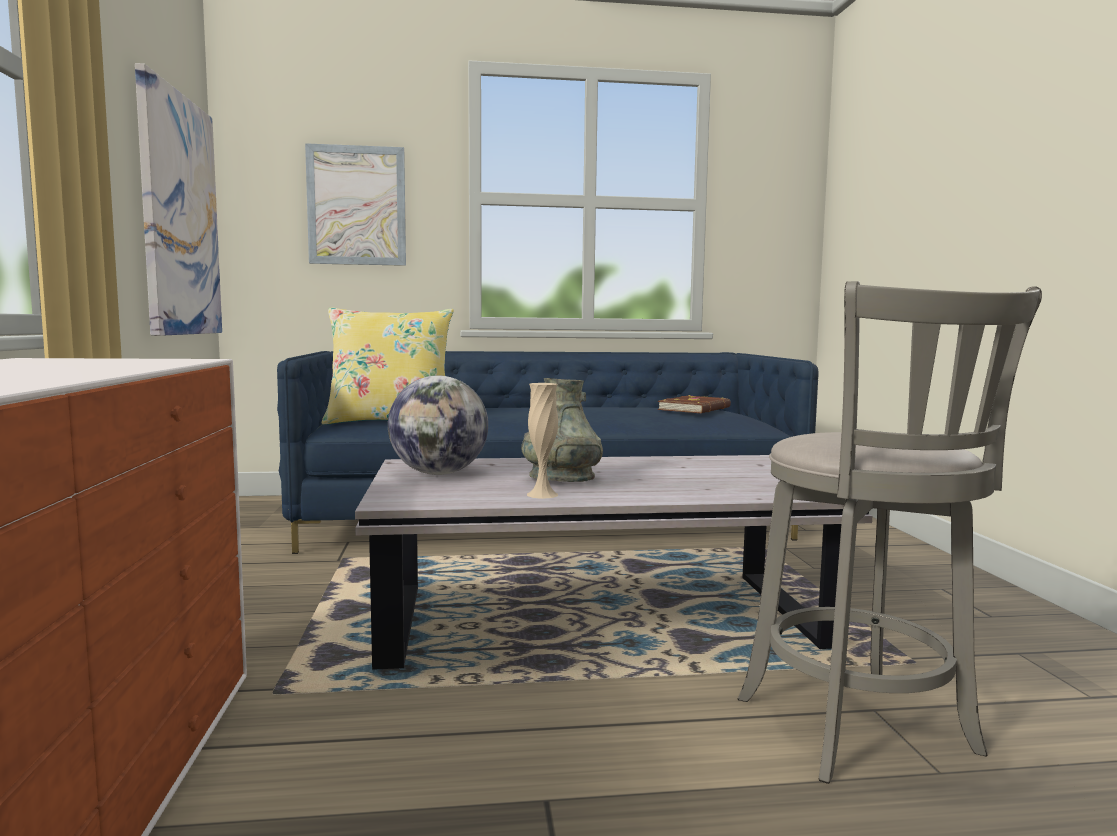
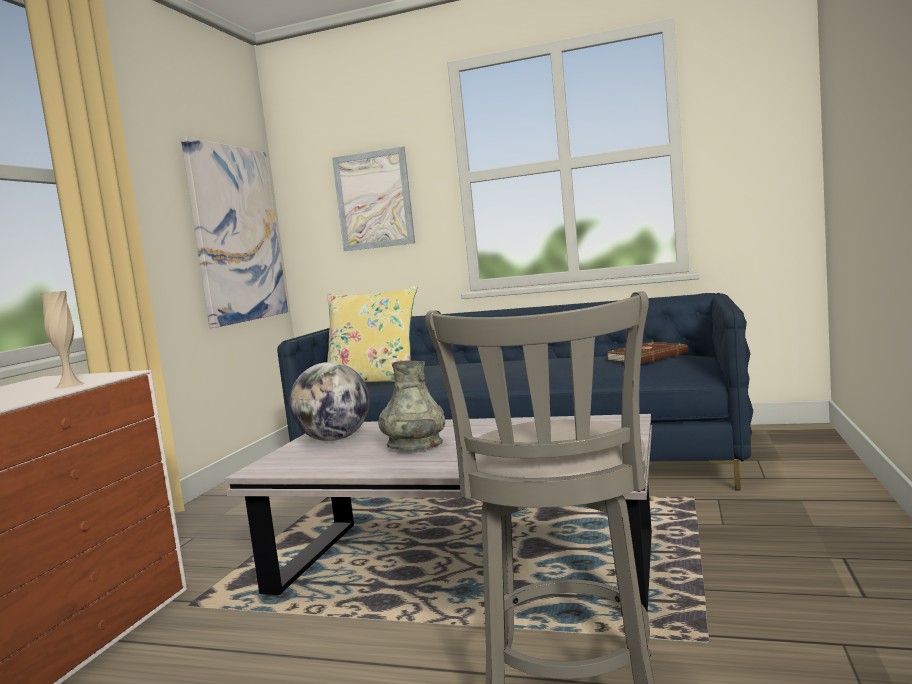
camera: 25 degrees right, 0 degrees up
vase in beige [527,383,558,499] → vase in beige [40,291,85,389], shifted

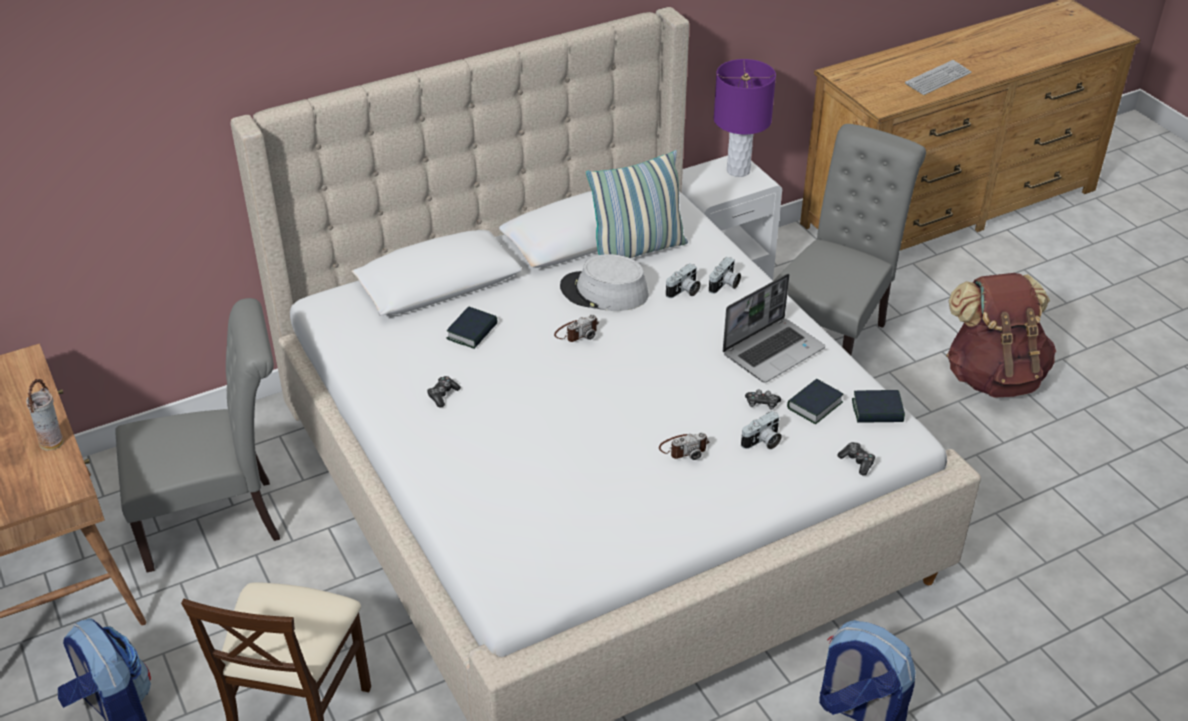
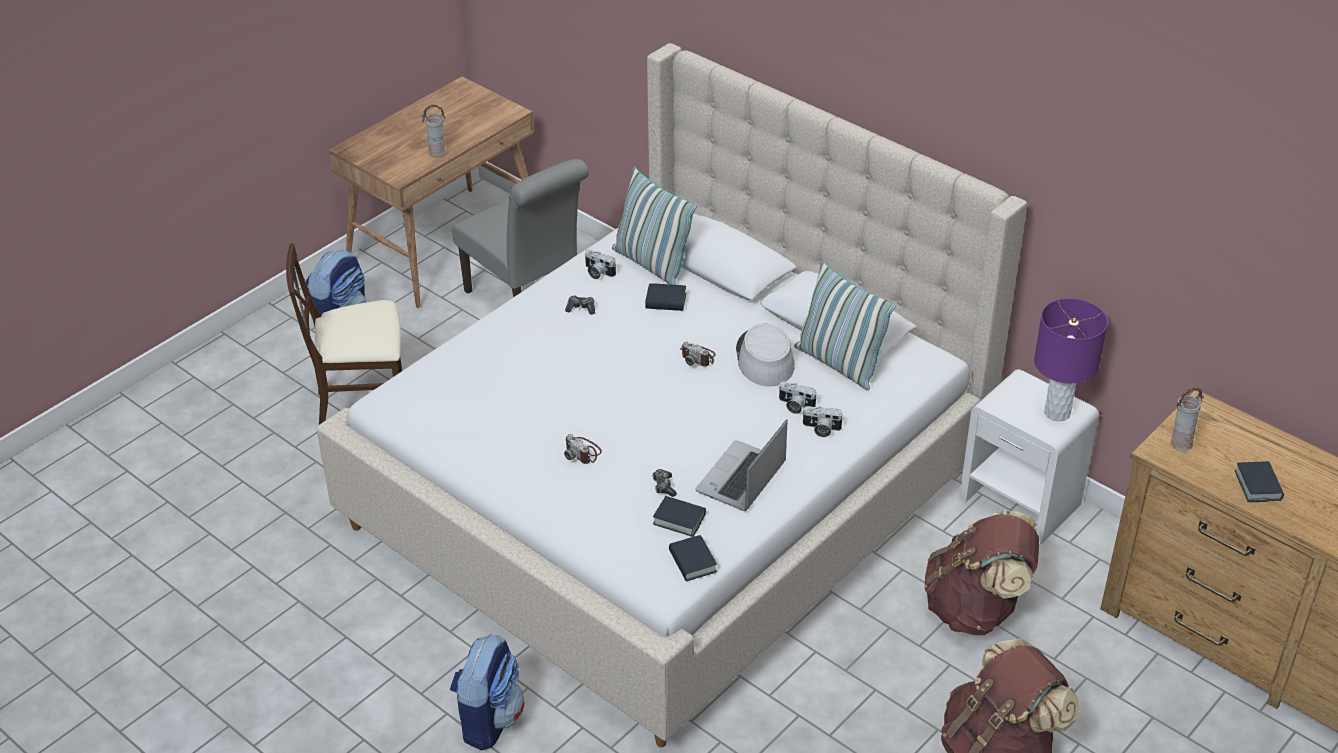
camera: 70 degrees right, 0 degrees up
photo camera [741,411,782,449] → photo camera [585,249,616,279], shifted
- → pillow [612,167,697,285]
laptop [723,274,825,383] → laptop [696,419,788,511], 90 degrees clockwise
chair in grey [774,124,926,356] → backpack in brown [924,510,1039,635]
- → vase [1171,387,1204,451]
keyboard [905,60,971,95] → book [1235,461,1284,502]
game controller [838,442,875,475] → -

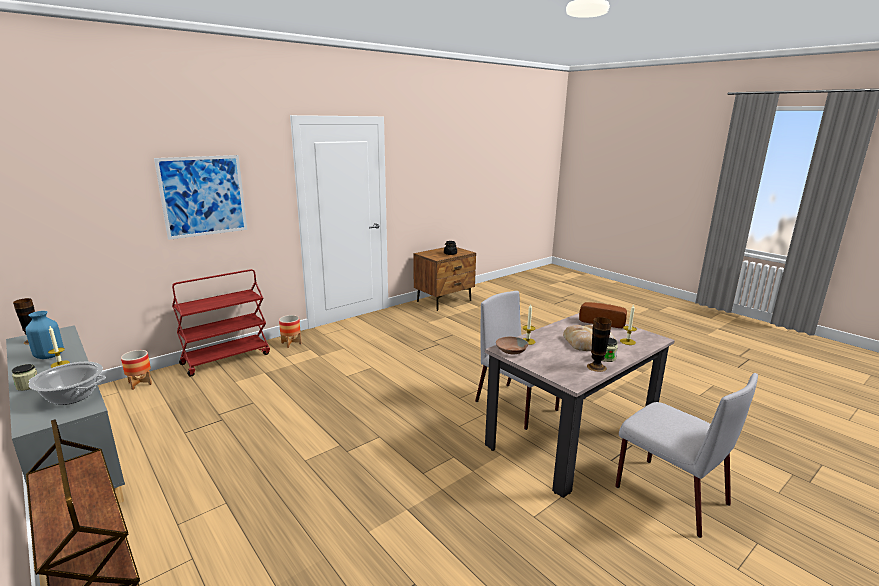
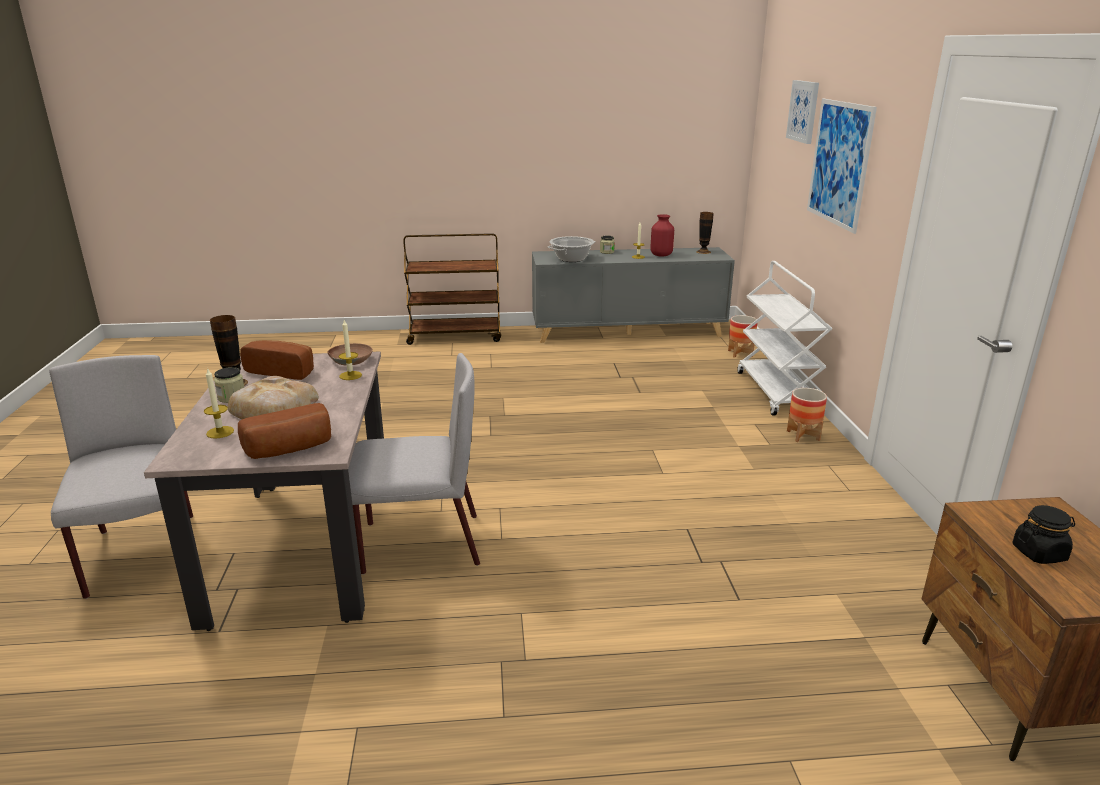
camera: 125 degrees right, 5 degrees up
chair in grey [615,373,758,538] → chair in grey [49,355,193,599], 75 degrees clockwise
- → bread [240,340,314,380]
vase in blue [25,311,64,359] → vase in red [651,214,674,257]
cart in red [172,269,270,377] → cart in white [737,261,832,415]
- → picture [786,80,819,144]

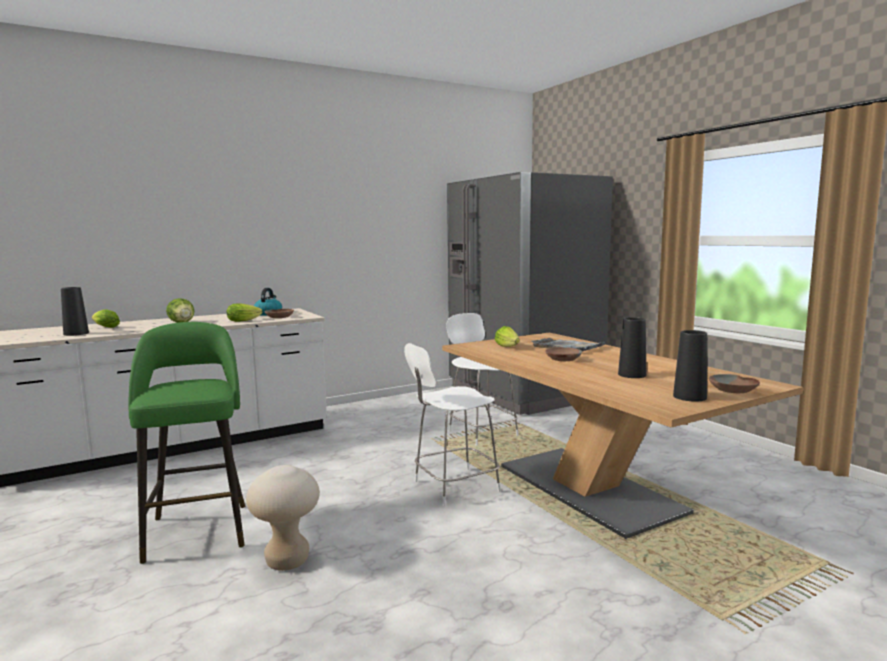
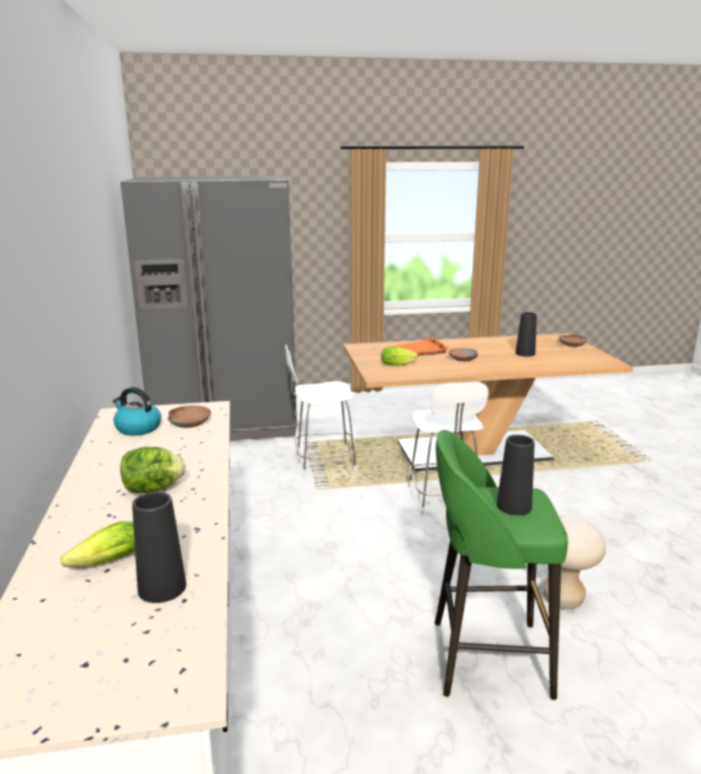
camera: 70 degrees left, 10 degrees up
tray in grey [532,338,605,352] → tray in orange [395,337,449,356]
vase in black [673,330,707,402] → vase in black [497,435,535,515], shifted
lettuce [227,304,262,322] → -

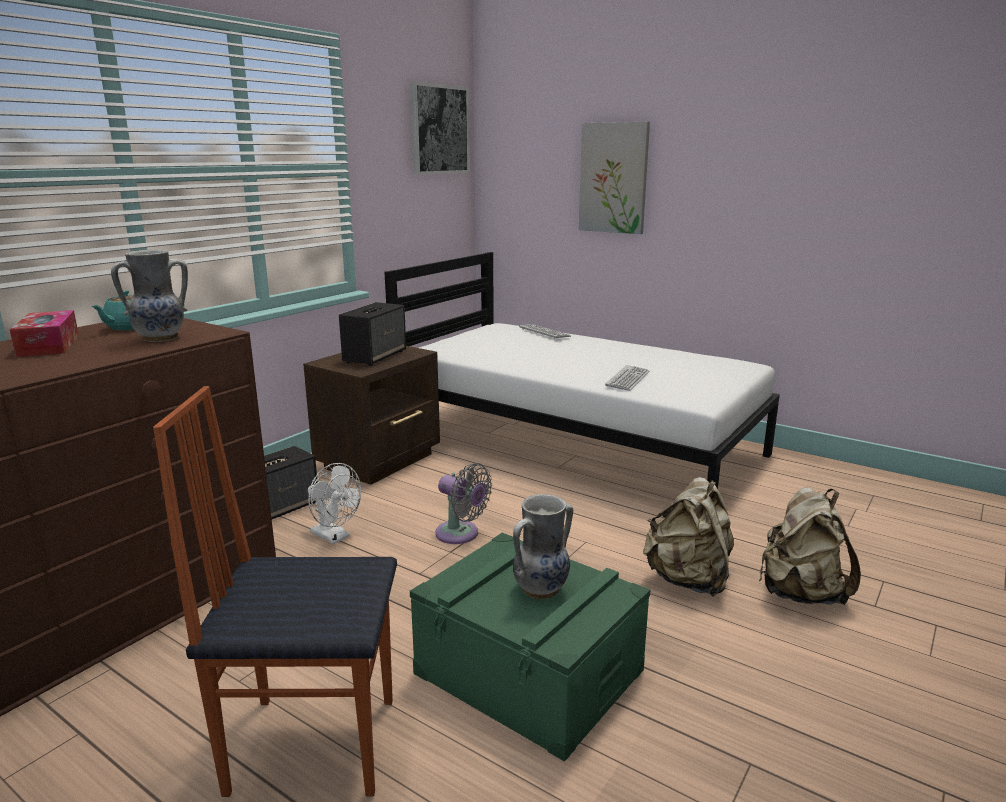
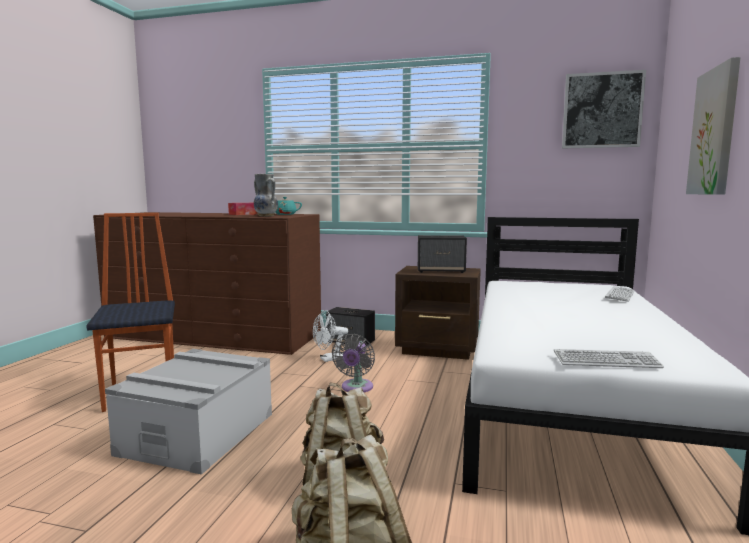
camera: 70 degrees right, 10 degrees down
storage box in green [410,533,651,762] → storage box in grey [105,349,272,475]
fan in white [308,463,361,544] → fan in white [313,310,348,362], 45 degrees clockwise
keyboard [605,365,649,391] → keyboard [554,349,664,368], shifted
vase [513,494,573,599] → -

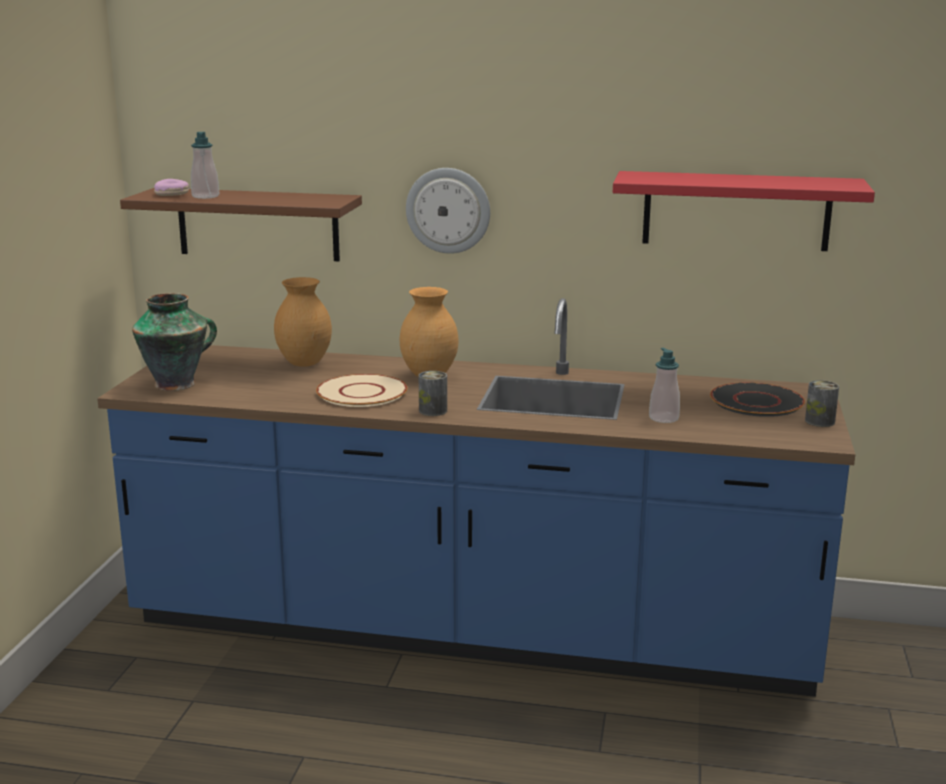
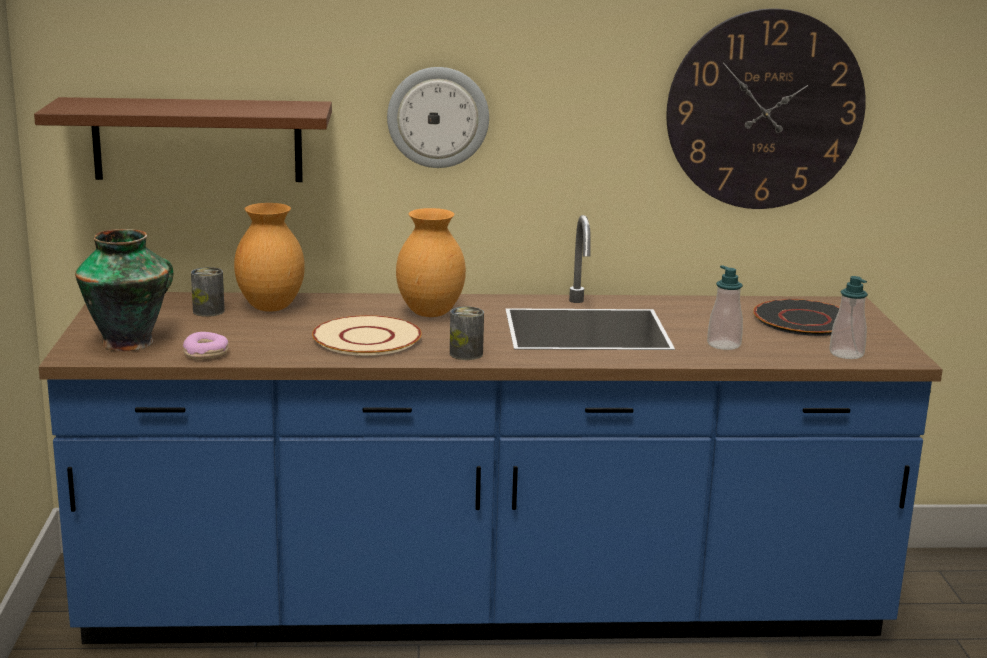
camera: 15 degrees left, 0 degrees up
donut [154,179,189,196] → donut [183,332,229,359], shifted
can [805,380,839,427] → can [191,267,225,317], shifted
shelf in red [613,171,875,251] → wall clock [666,9,866,209]
soap dispenser [191,132,219,199] → soap dispenser [829,276,868,359], shifted

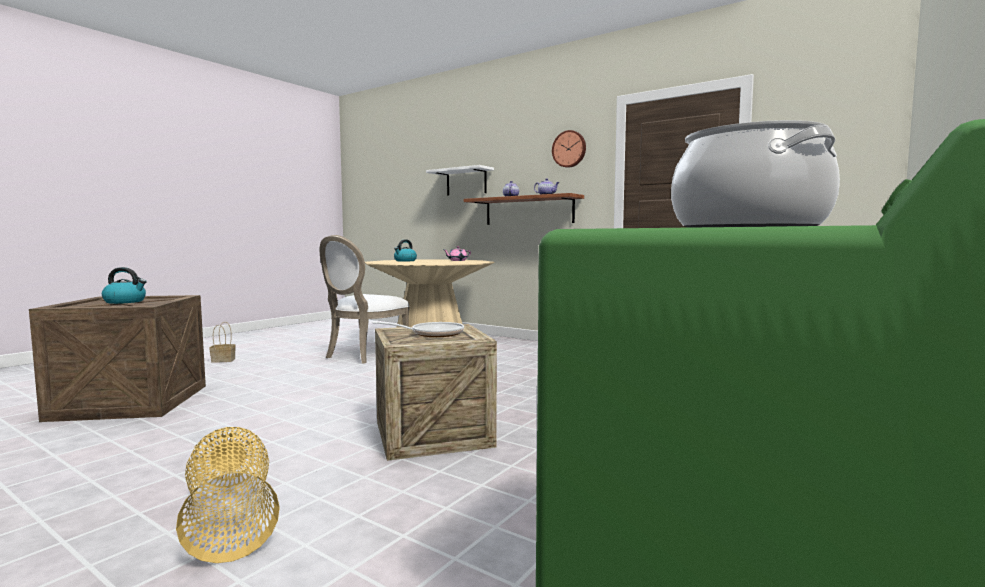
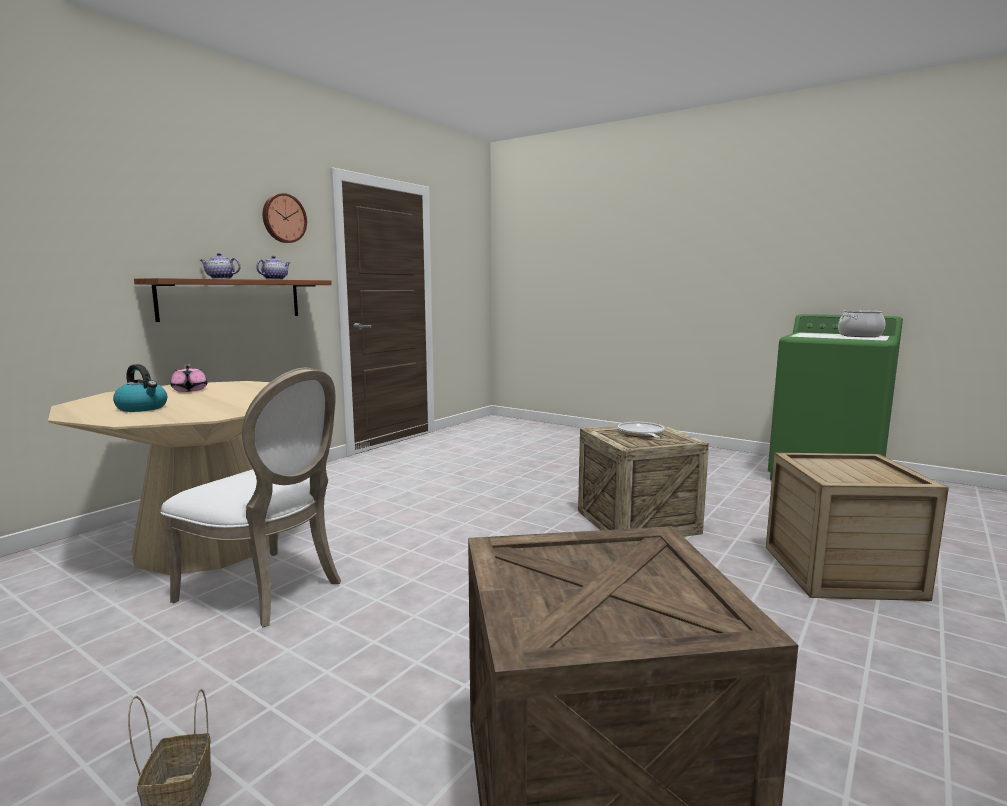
camera: 90 degrees left, 5 degrees up
basket [176,427,280,563] → crate [766,453,949,601]
kettle [102,267,147,304] → -
shelf in white [426,165,494,196] → -

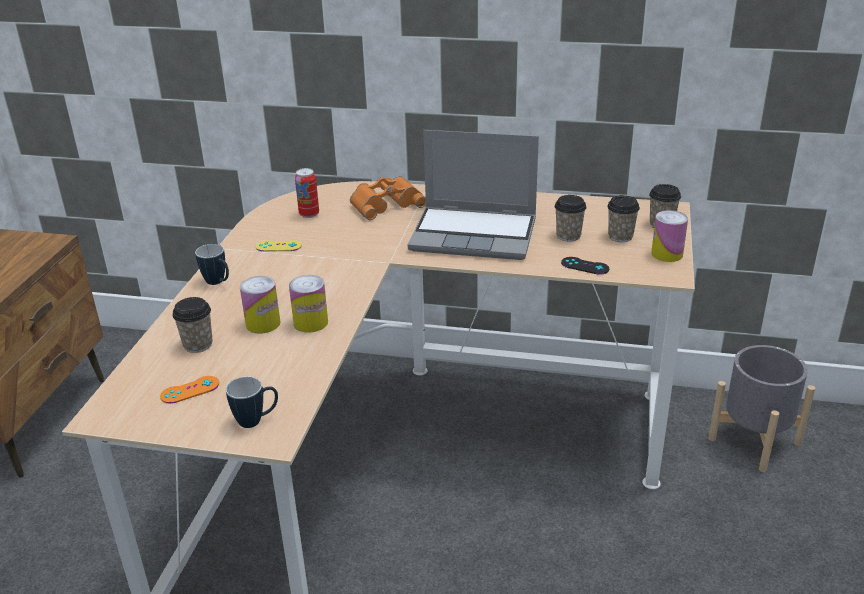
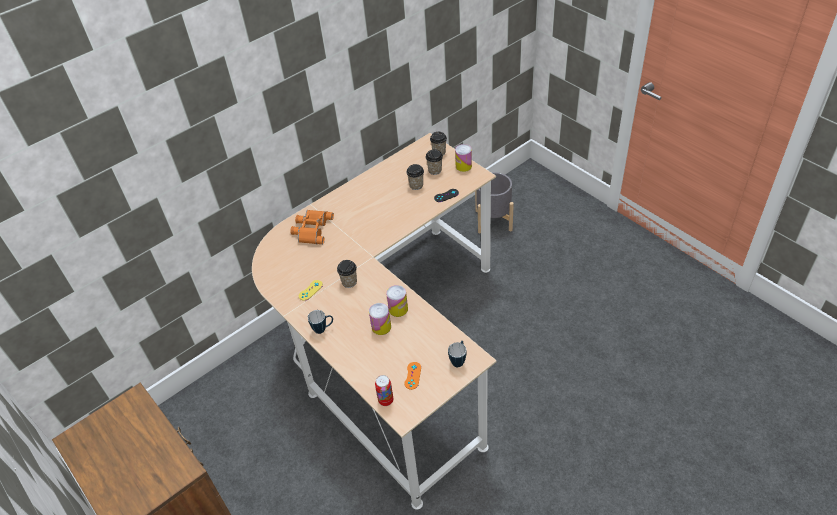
camera: 50 degrees left, 15 degrees up
cup [172,297,213,353] → cup [337,260,357,288], shifted
can [295,168,319,218] → can [375,375,394,406], shifted
laptop [408,130,539,260] → -

